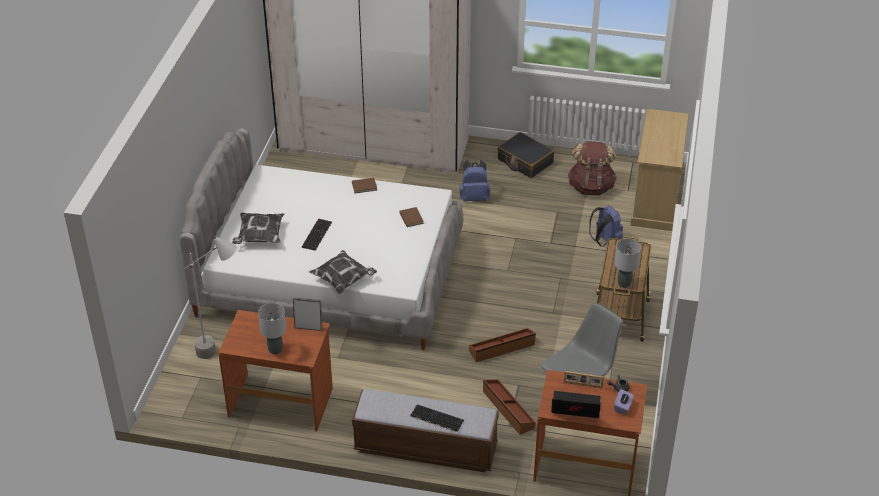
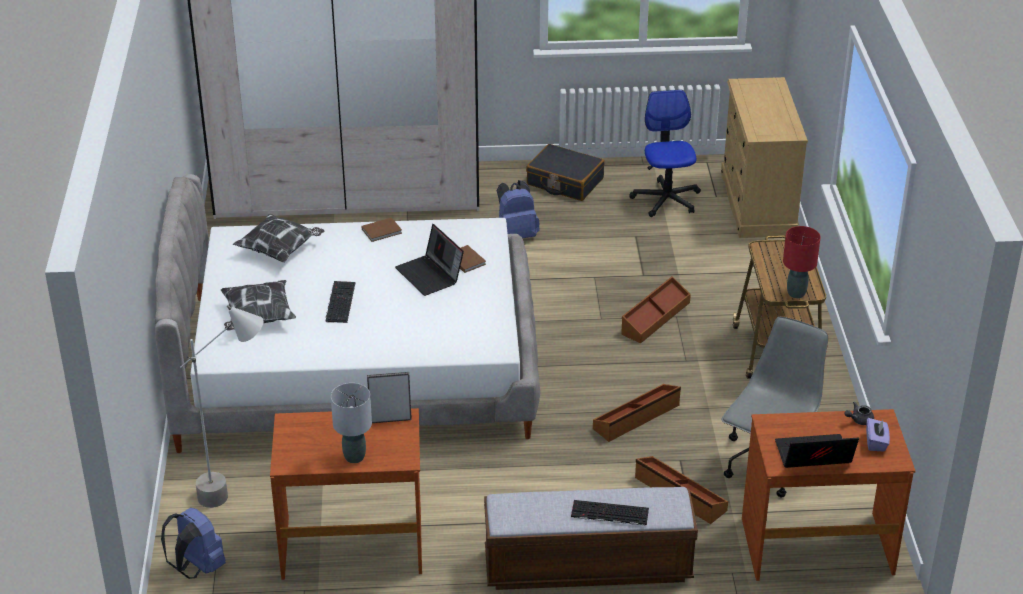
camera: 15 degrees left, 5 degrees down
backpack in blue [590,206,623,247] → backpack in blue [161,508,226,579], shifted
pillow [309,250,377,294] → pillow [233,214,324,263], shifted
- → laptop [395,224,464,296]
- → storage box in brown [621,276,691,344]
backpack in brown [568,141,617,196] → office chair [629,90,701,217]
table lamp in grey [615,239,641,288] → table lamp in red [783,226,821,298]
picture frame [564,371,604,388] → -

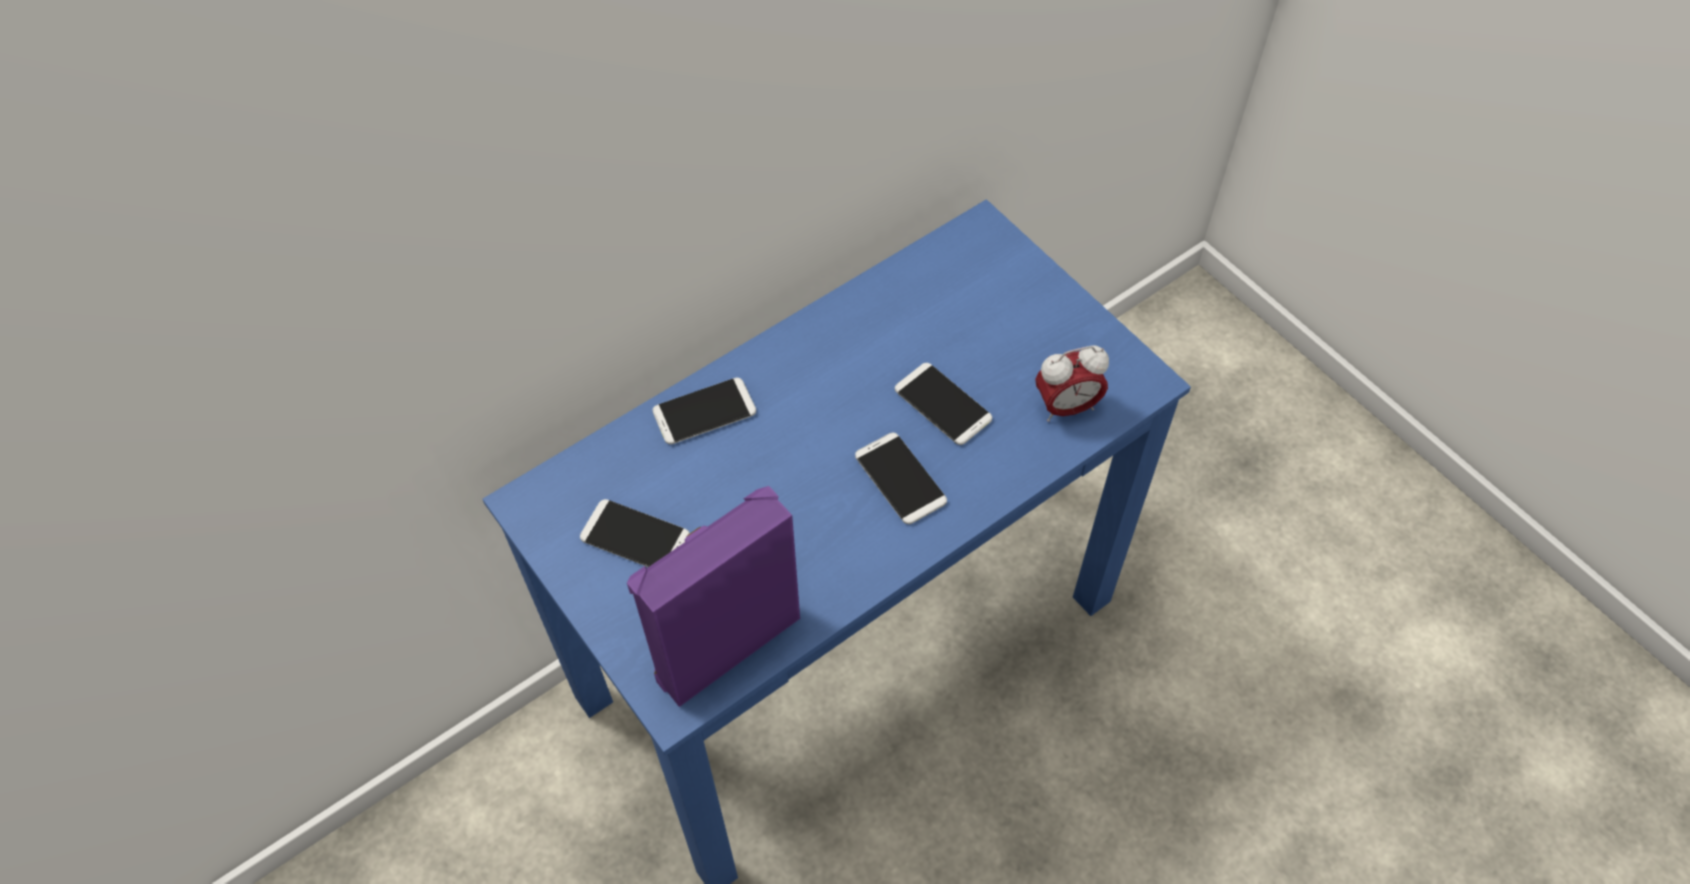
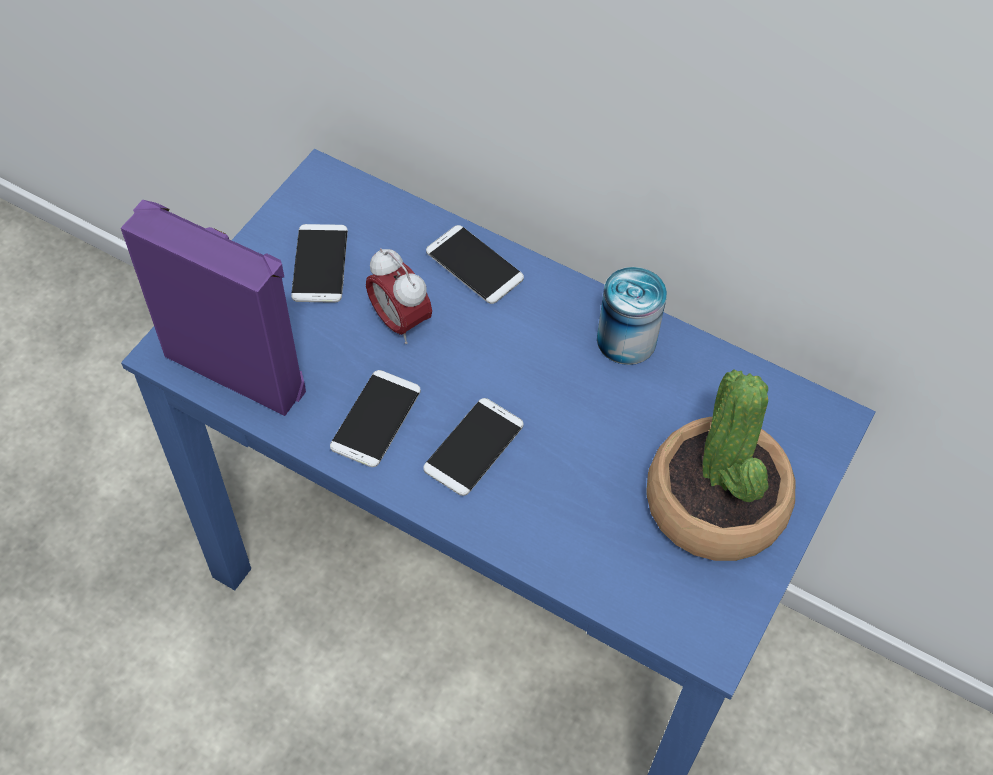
camera: 65 degrees right, 0 degrees up
phone [895,363,992,445] → phone [330,370,421,467], shifted
alarm clock [1035,345,1109,422] → alarm clock [366,248,432,344], shifted
- → can [597,267,667,365]
- → potted plant [646,369,795,561]

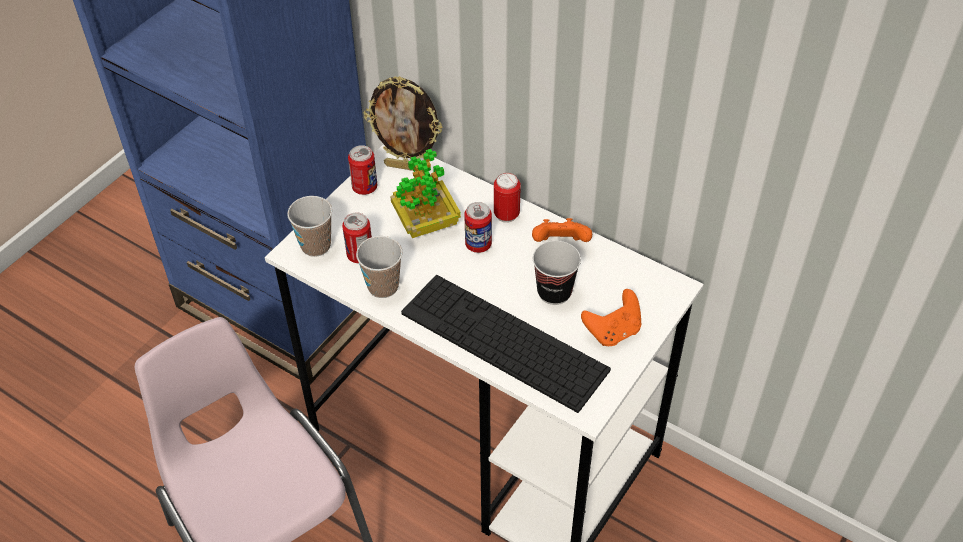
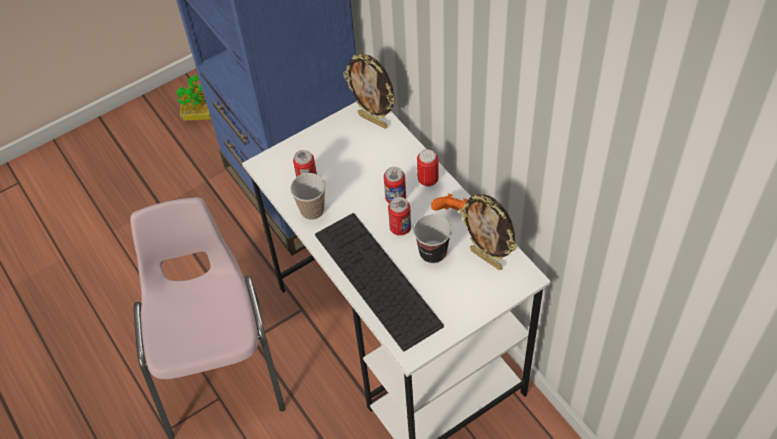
camera: 25 degrees right, 5 degrees up
potted plant [390,149,461,238] → potted plant [176,75,211,121], shifted
can [348,145,377,195] → can [388,197,411,236], shifted
- → picture frame [459,194,517,270]
cup [287,196,332,257] → -
game controller in orange [581,289,641,346] → -

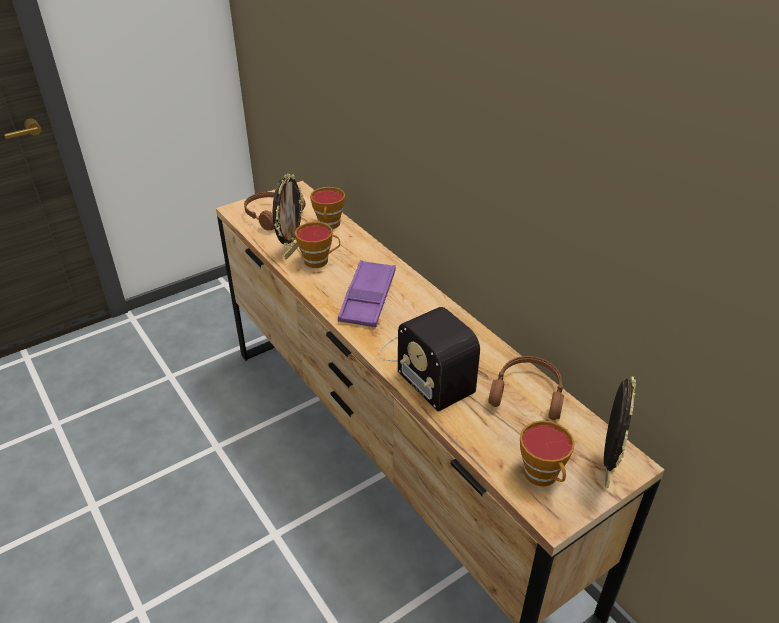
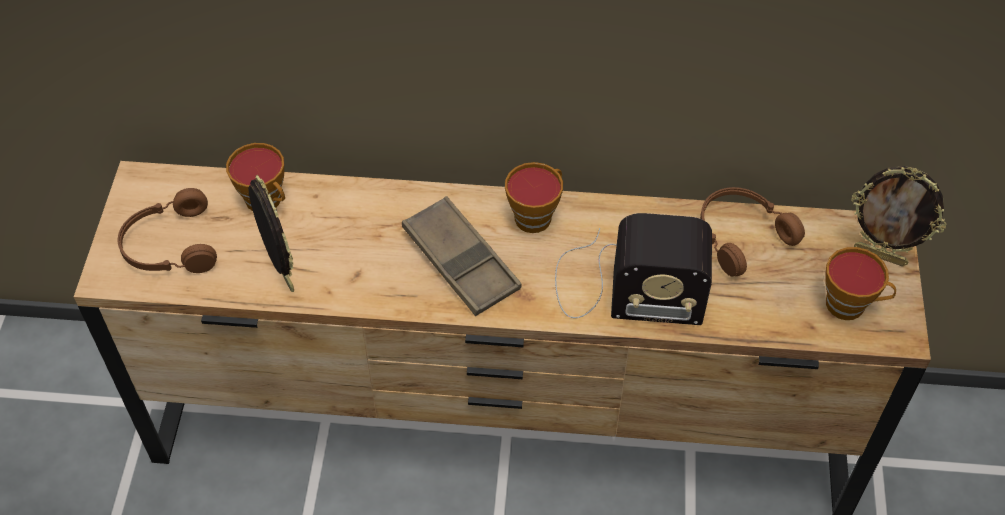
camera: 50 degrees left, 15 degrees up
tray in purple [338,260,396,327] → tray in brown [402,196,522,316]
cup [295,222,340,268] → cup [505,162,563,233], shifted
picture frame [604,376,636,488] → picture frame [851,166,946,266], 150 degrees clockwise

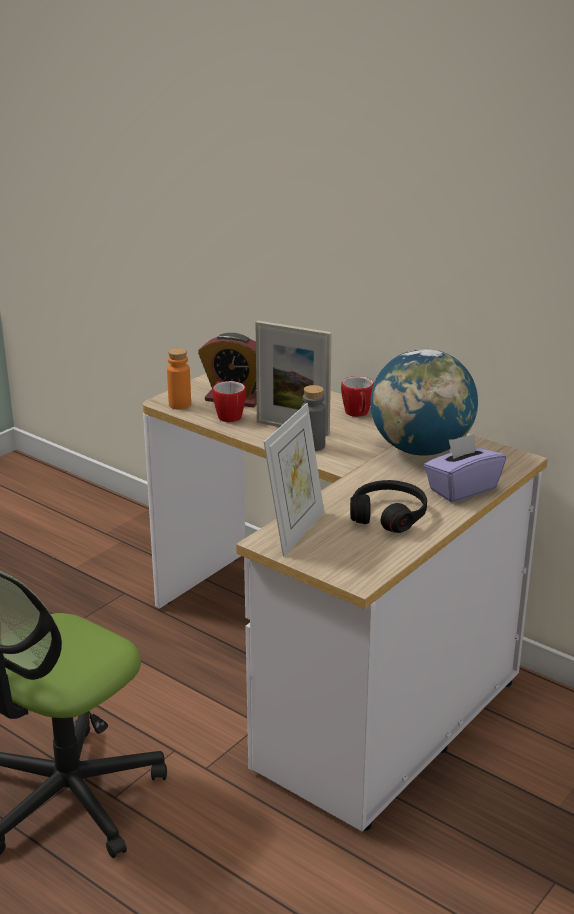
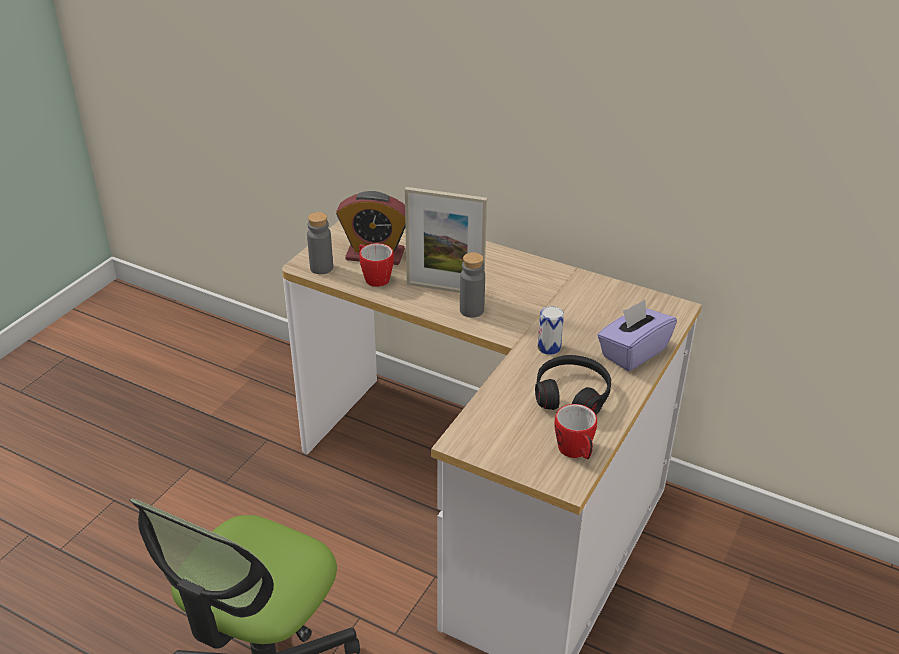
camera: 10 degrees left, 10 degrees up
bottle in orange [167,348,191,410] → bottle in grey [307,212,333,274]
- → can [538,306,564,355]
mug [341,376,374,417] → mug [554,404,597,459], shifted
picture frame [264,403,324,557] → -
globe [370,349,478,456] → -

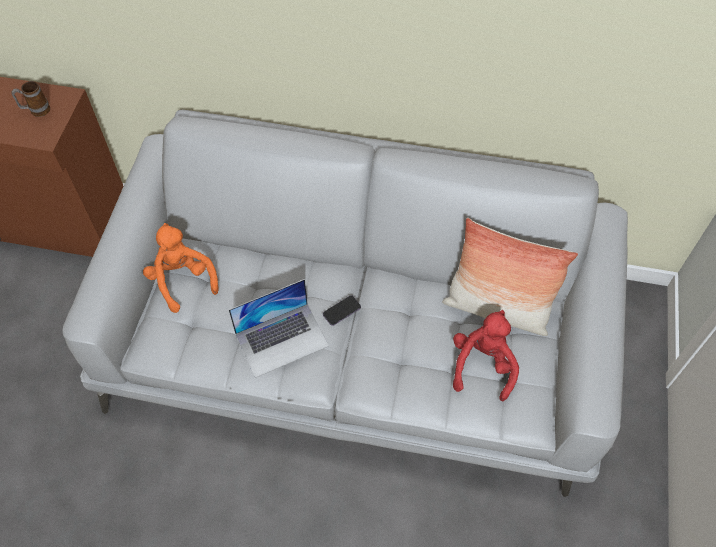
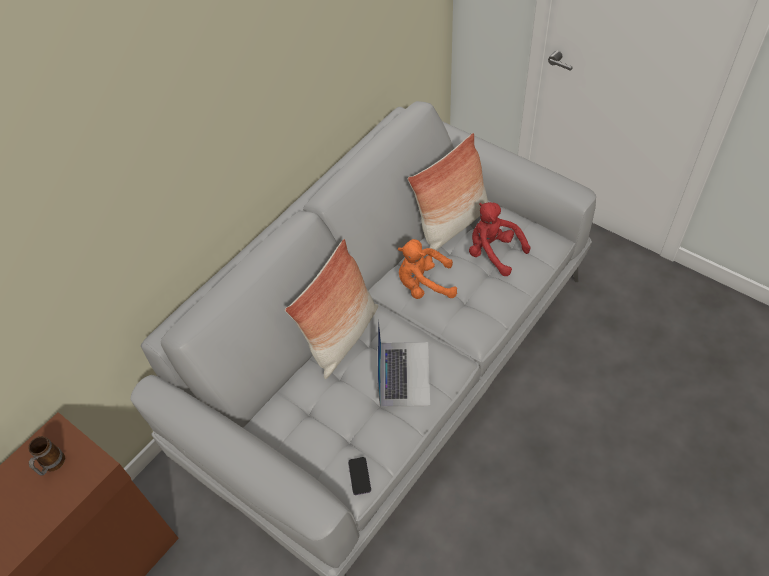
camera: 60 degrees left, 5 degrees down
- → pillow [285,239,378,379]
phone [323,295,361,326] → phone [348,457,371,495], shifted
plush toy in orange [143,223,219,313] → plush toy in orange [398,239,457,299], shifted

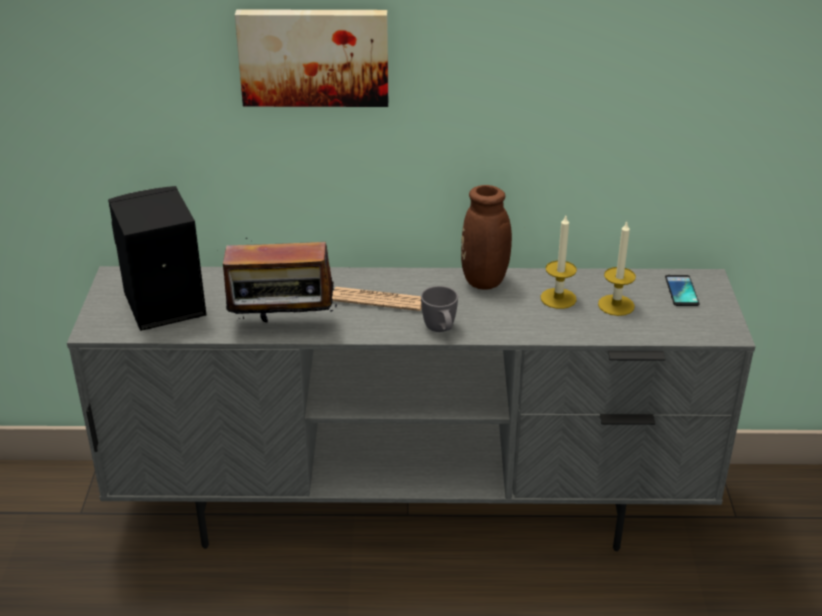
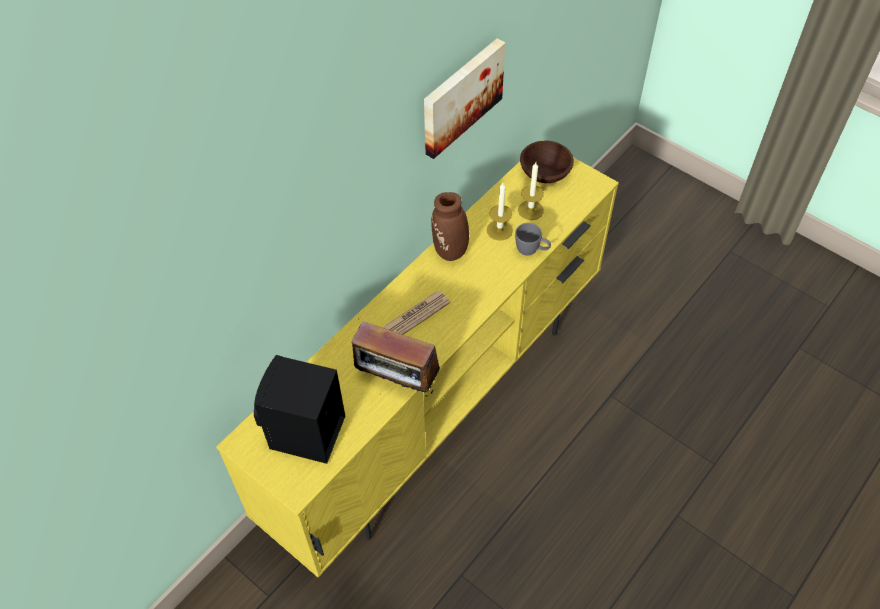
camera: 50 degrees left, 20 degrees up
tv stand in grey [67,266,756,551] → tv stand in yellow [216,140,619,577]
radio [223,238,337,326] → radio [352,321,440,397], 75 degrees clockwise
picture [235,9,388,107] → picture [424,38,505,159], shifted
mug in grey [421,286,458,332] → mug in grey [515,223,551,256], shifted
phone [665,275,700,306] → bowl in brown [520,141,574,183]

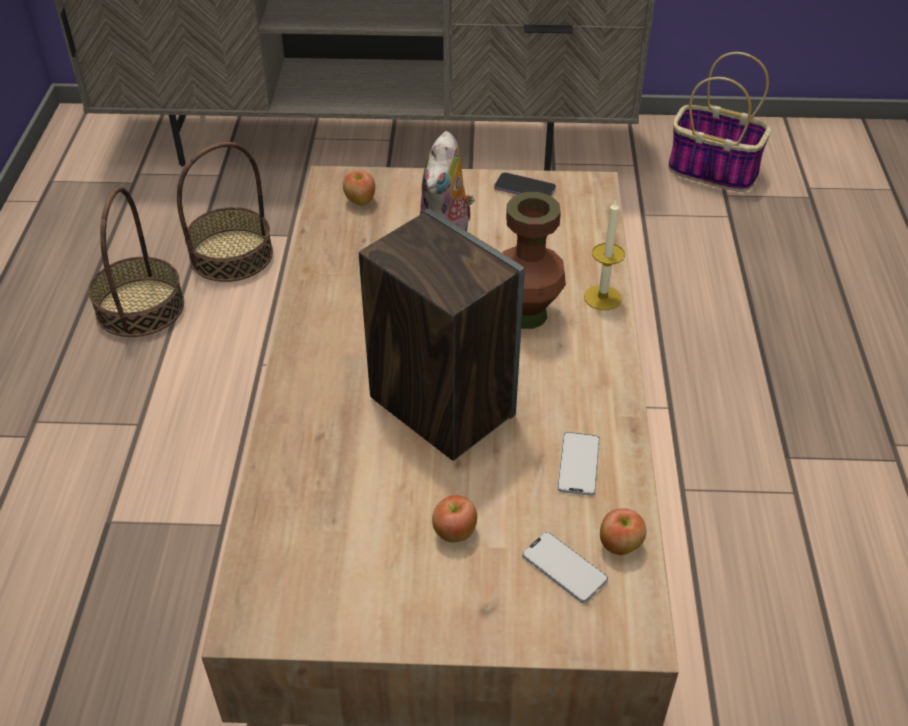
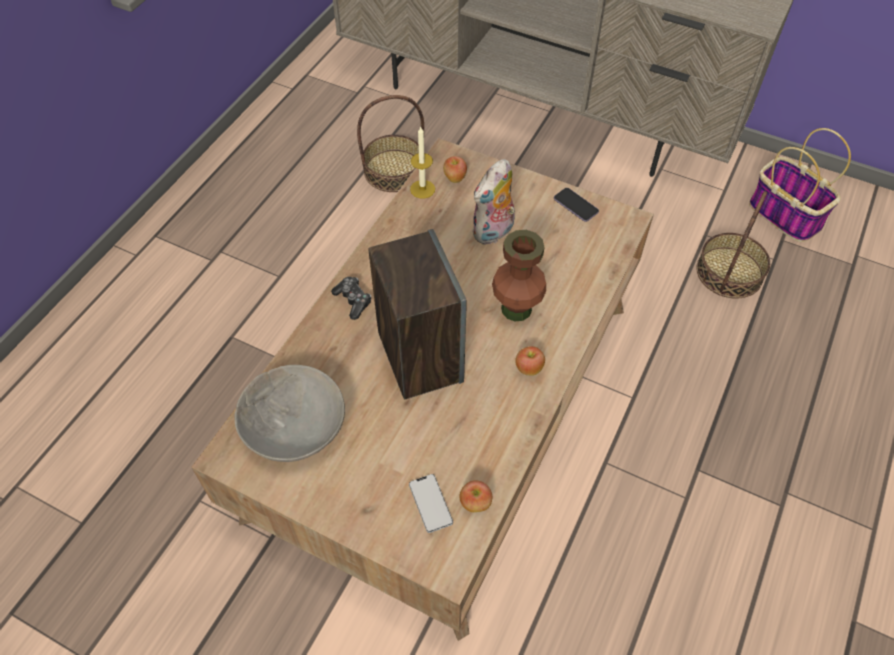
camera: 25 degrees right, 10 degrees up
- → bowl in grey [234,365,345,462]
- → game controller [331,277,371,320]
candle [584,199,625,310] → candle [410,126,435,199], shifted
apple [432,495,477,542] → apple [515,346,545,376], shifted
basket [88,187,184,337] → basket [696,191,770,298], shifted
phone [557,432,600,496] → -

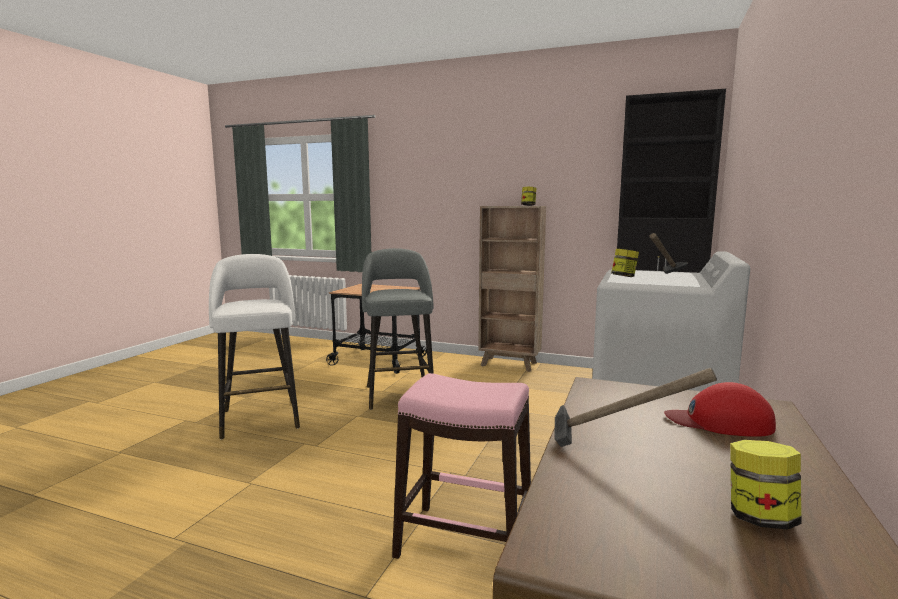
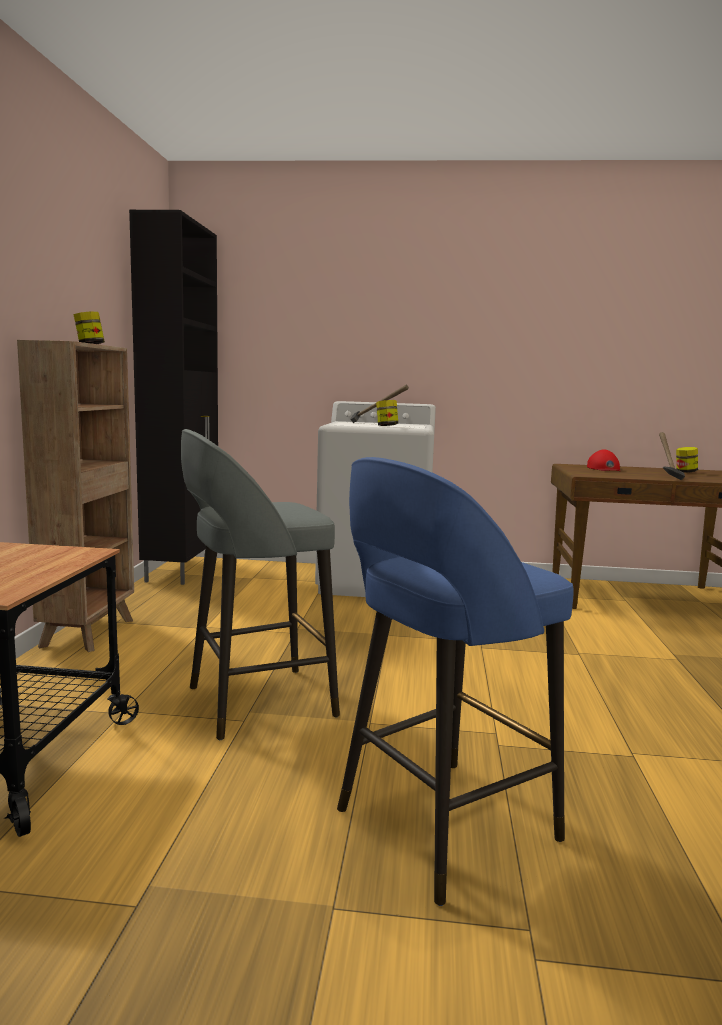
camera: 105 degrees left, 0 degrees up
stool in white [209,254,300,440] → stool in blue [337,457,574,906]
stool in pink [392,373,531,559] → -

